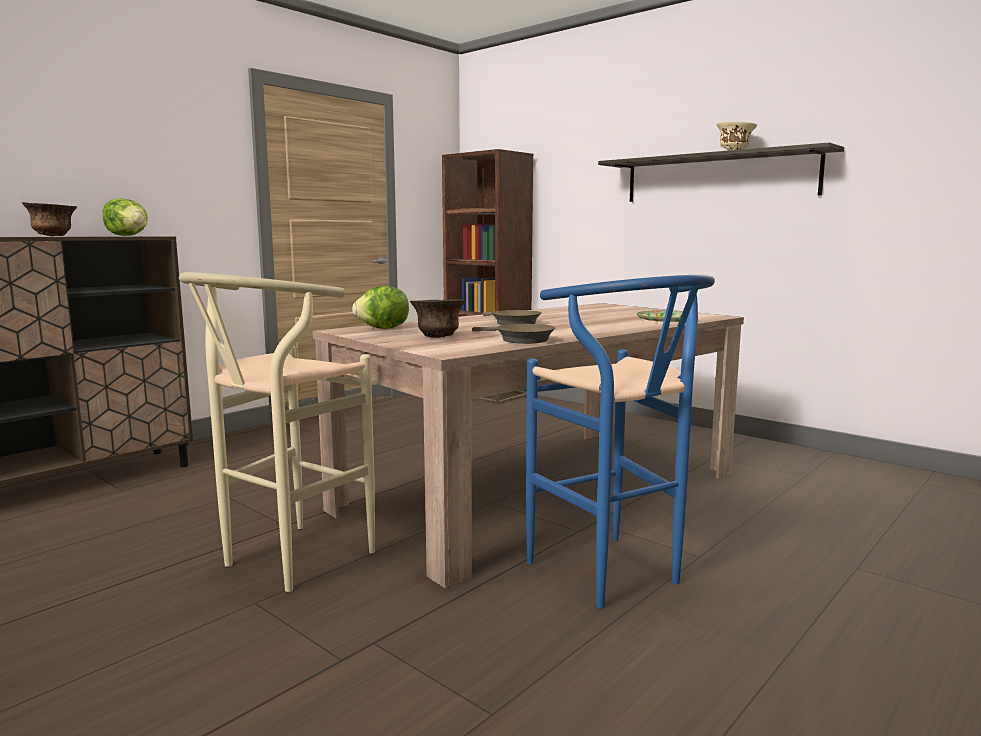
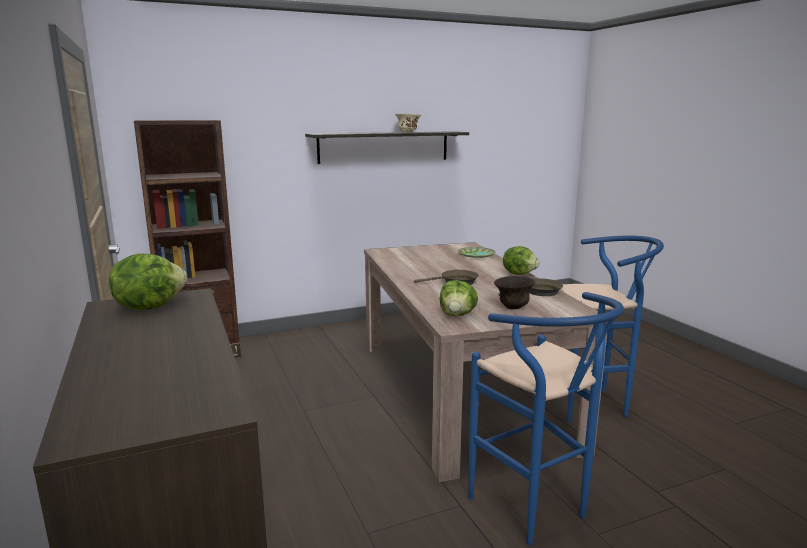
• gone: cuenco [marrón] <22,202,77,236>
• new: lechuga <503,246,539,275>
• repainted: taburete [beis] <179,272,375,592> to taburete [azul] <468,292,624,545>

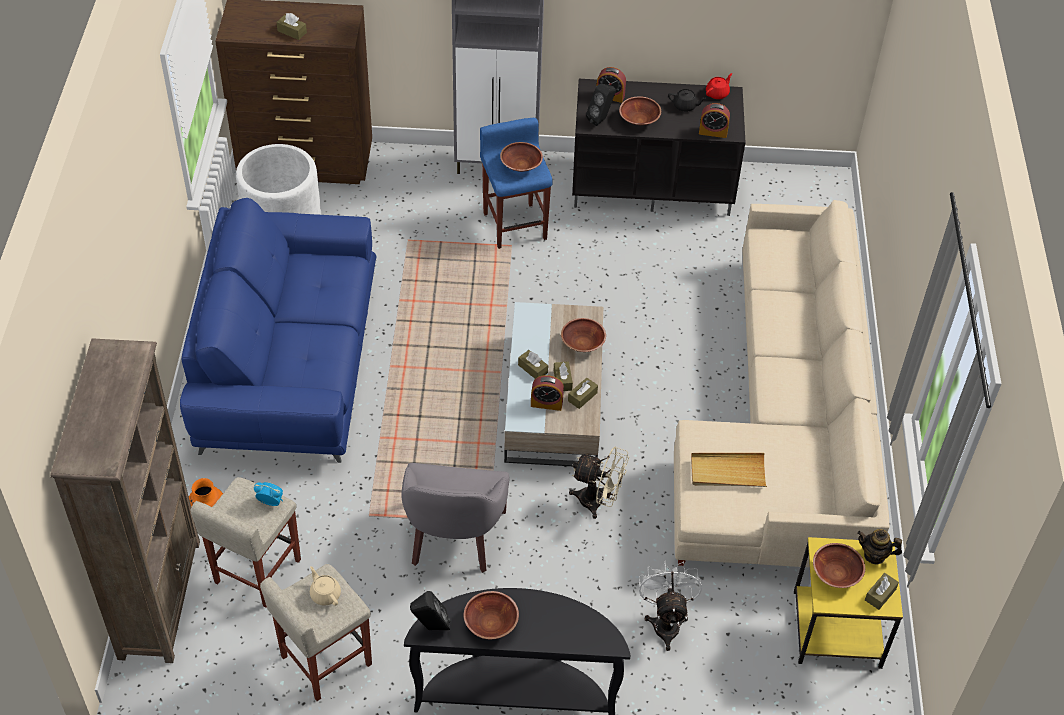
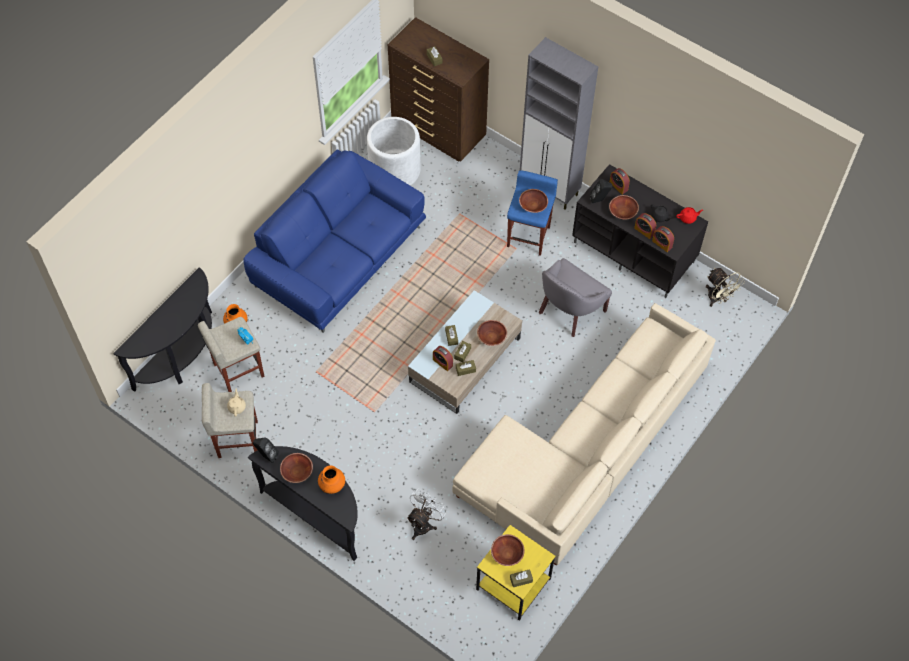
• gone: bandeja [beis] <691,453,767,487>
• gone: tetera <857,529,902,565>
• new: florero [naranja] <318,465,345,494>
• new: despertador <634,213,656,239>
• shifted: sillón [gris] <401,463,510,573> to <539,258,612,337>
• shifted: ventilador [beis] <569,447,629,519> to <706,268,745,307>
• swapped: estantería [marrón] <50,338,200,663> to mesa consola [negro] <113,267,212,392>

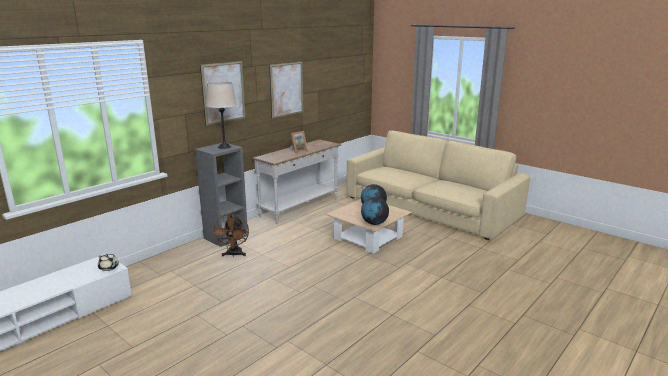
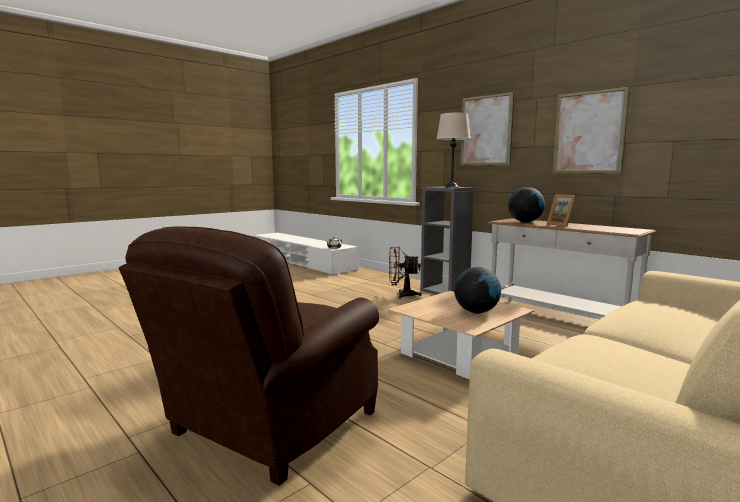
• new: sillón [marrón] <119,226,379,486>
• shifted: globo terráqueo <361,197,389,225> to <508,187,545,223>

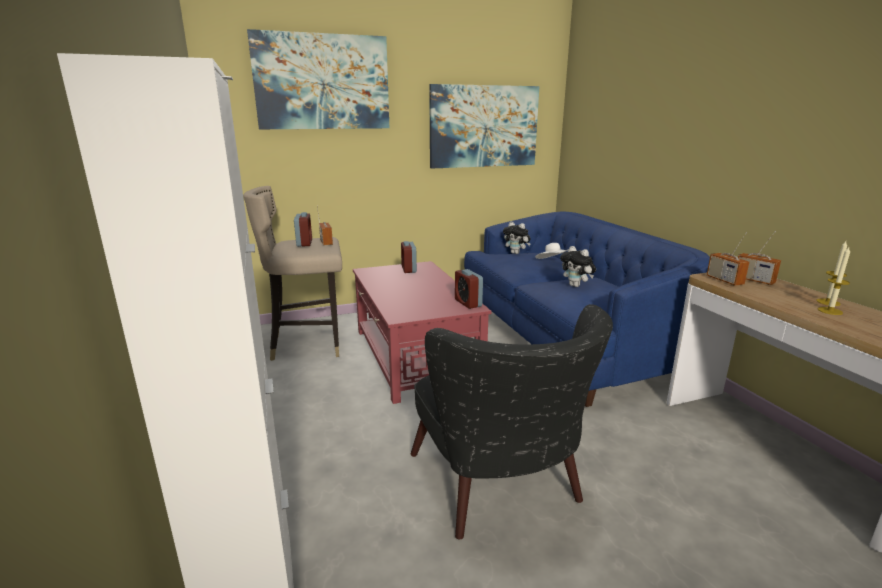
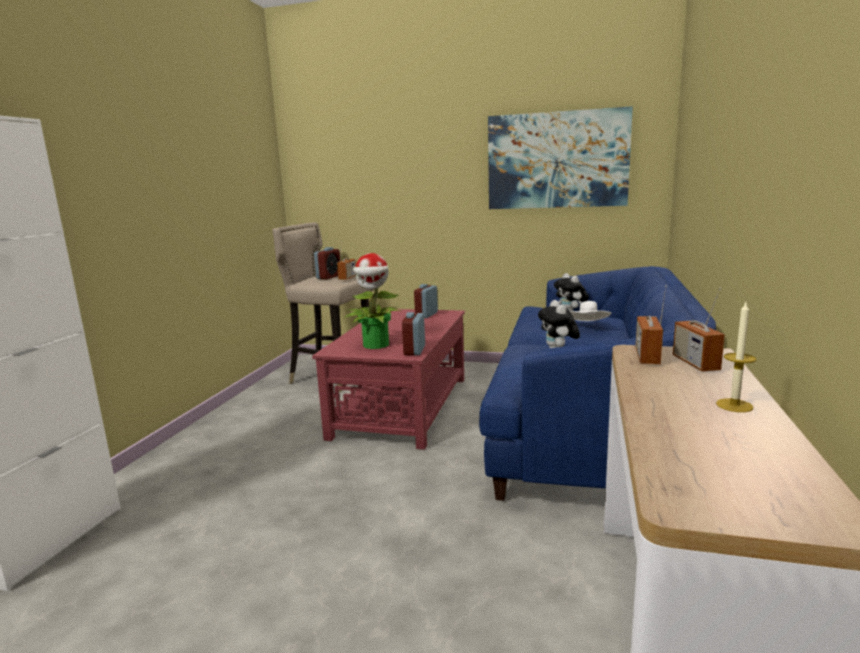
• gone: cuadro <247,29,389,129>
• gone: sillón [negro] <411,304,613,539>
• gone: vela <818,247,850,315>
• new: planta en maceta <345,253,401,349>

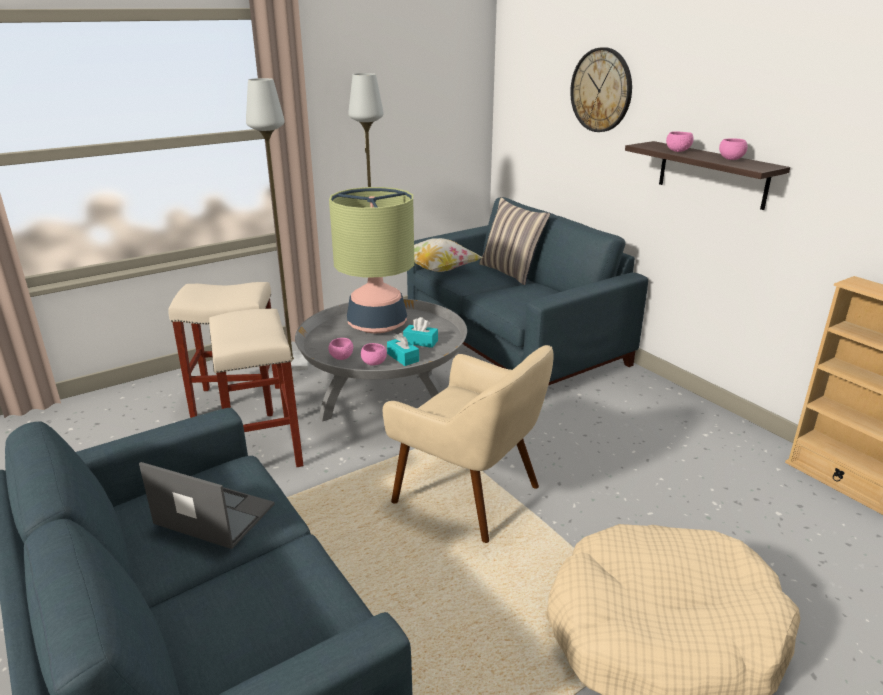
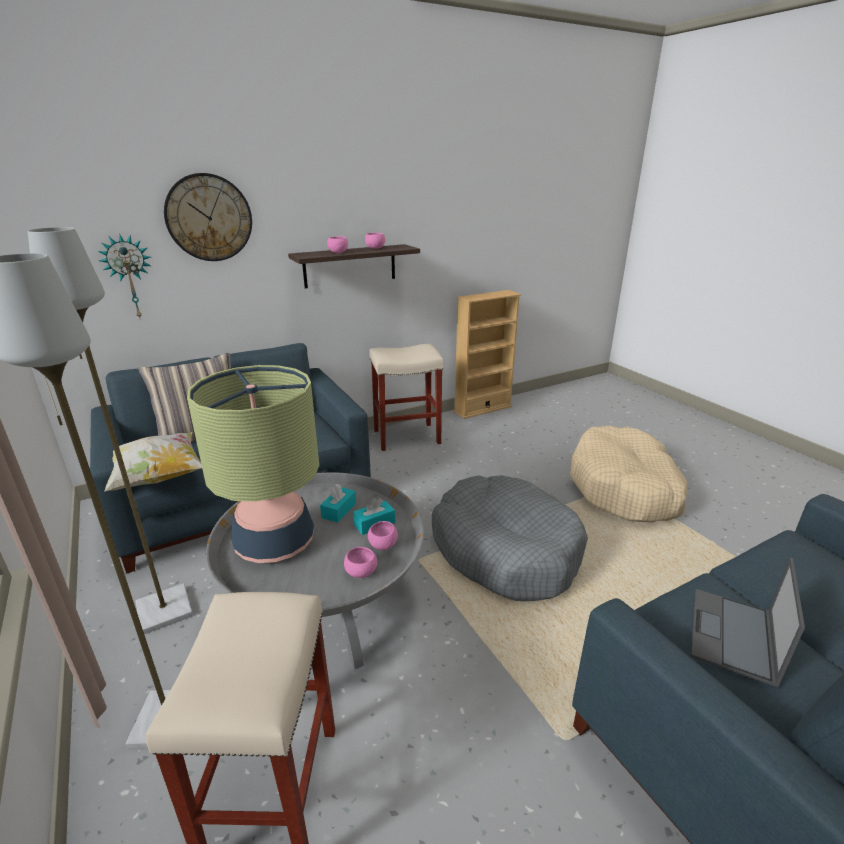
• new: reloj de pared <98,234,151,320>
• shifted: taburete [beis] <209,309,304,467> to <369,344,444,451>
• swapped: sillón [beis] <383,345,553,543> to cama para perro [gris] <432,475,588,601>

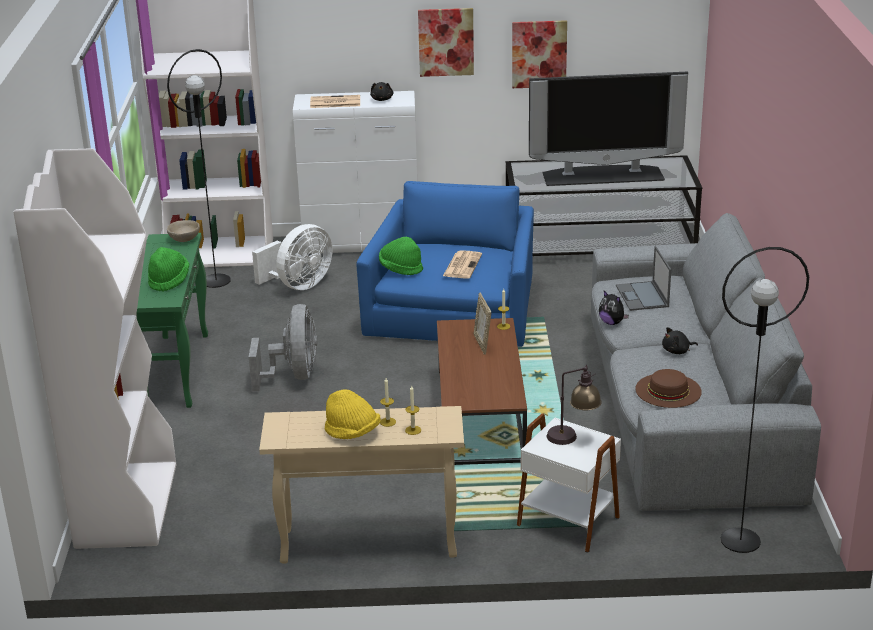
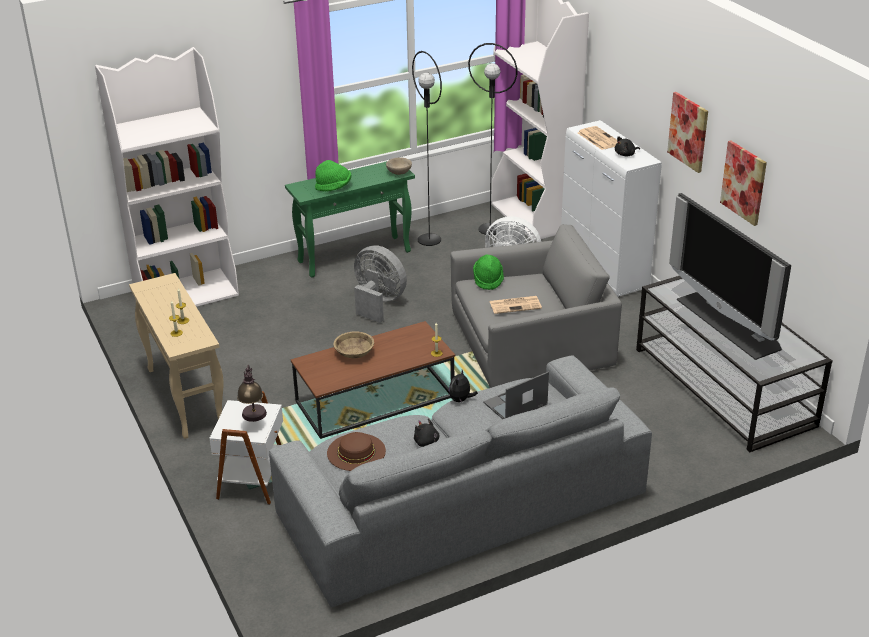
• gone: sombrero [amarillo] <325,389,381,439>
• gone: portarretratos <474,293,491,355>
• new: cuenco [beis] <334,332,374,358>
• shifted: lámpara de pie [negro] <721,247,809,553> to <412,51,442,246>
• repainted: sillón [azul] <356,181,534,347> to sillón [gris] <450,224,622,388>
• rotated: ventilador [gris] <249,304,317,391> = <354,245,407,323> 120 degrees counterclockwise

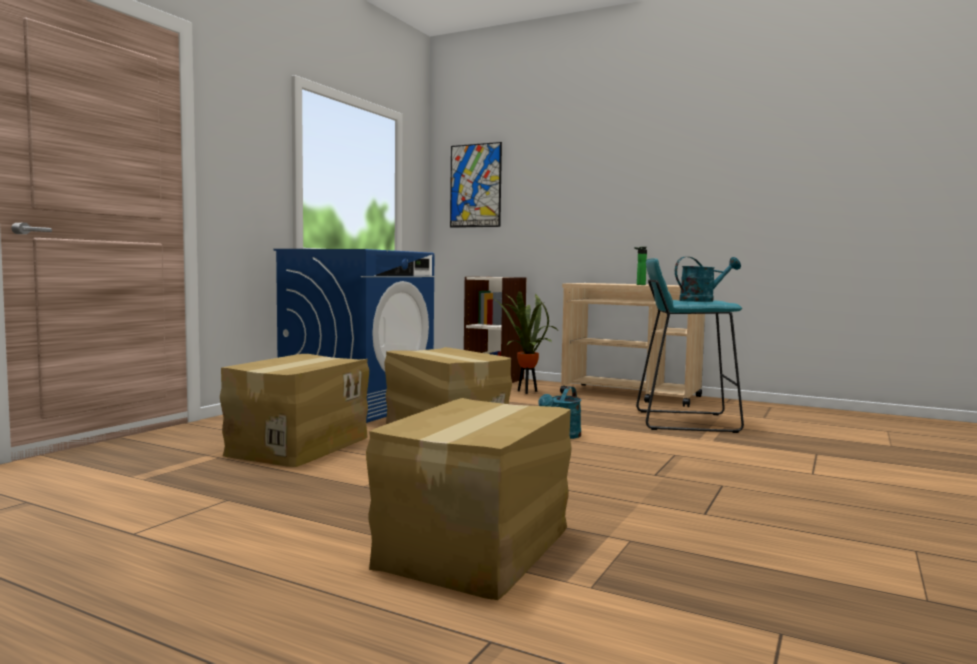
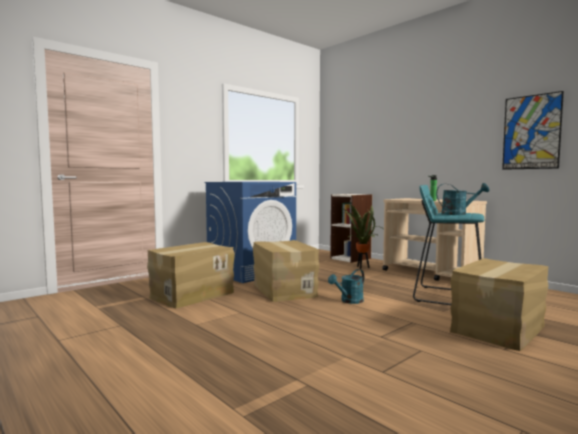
• shifted: caja de cartón <366,398,572,600> to <450,258,548,351>
• shifted: cuadro <450,142,502,228> to <502,91,564,170>

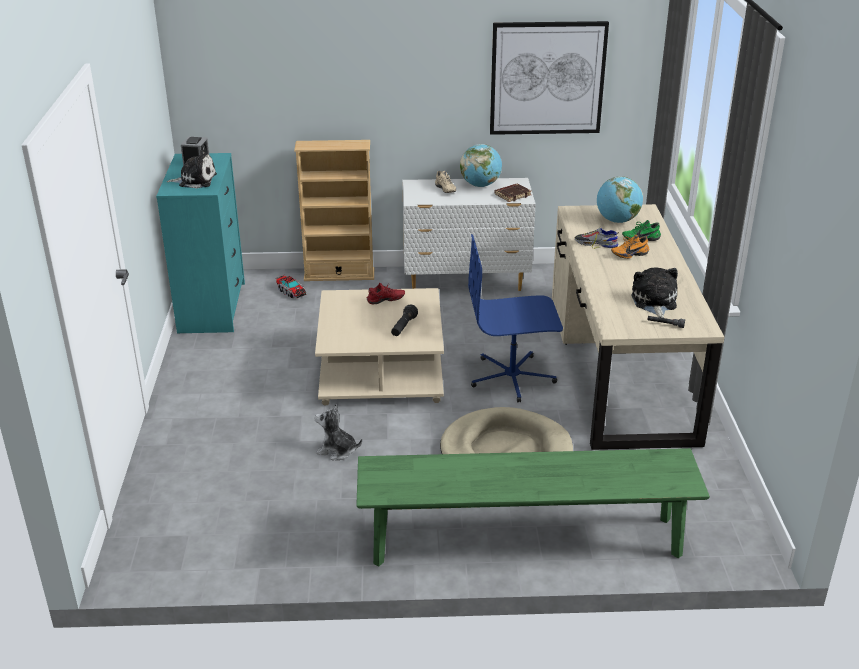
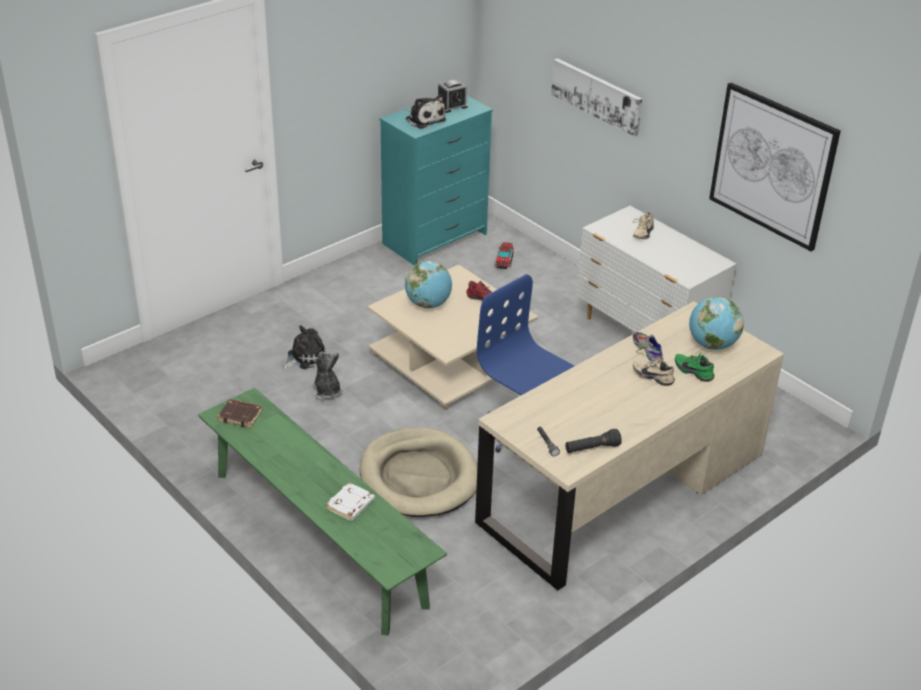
• gone: estantería [beis] <294,140,374,281>
• new: libro [blanco] <326,482,375,521>
• new: cuadro <551,58,642,137>
• shifted: linterna [negro] <391,304,418,336> to <565,429,622,453>
• shifted: globo terráqueo <460,144,502,187> to <405,261,452,308>
• shifted: libro [marrón] <494,184,531,202> to <217,399,262,428>
• shifted: peluche <632,267,678,318> to <282,325,326,369>
• repainted: zapato [naranja] <611,235,649,259> to zapato [beis] <633,357,675,386>

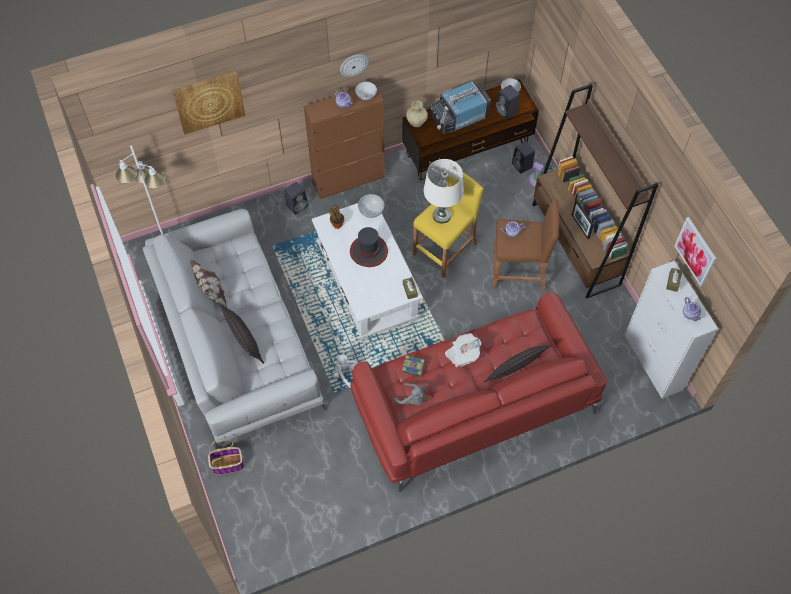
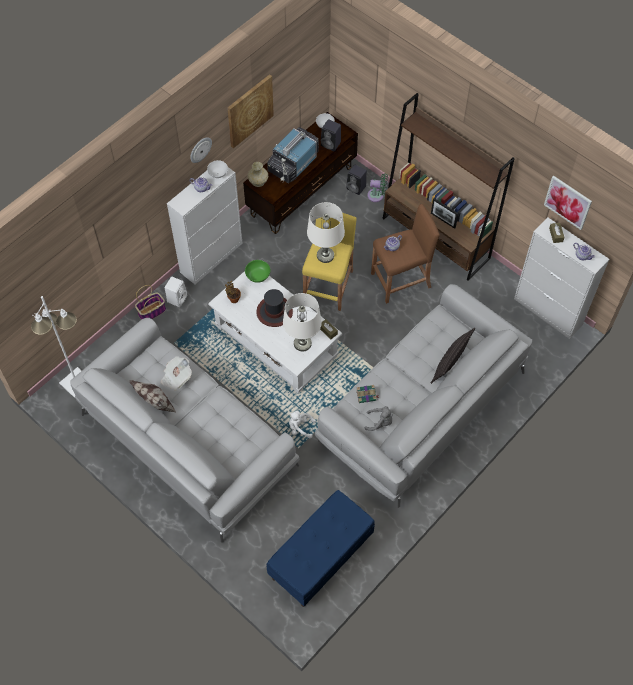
• gone: cojín <218,302,264,364>
• new: banco [azul] <266,490,375,607>
• new: lámpara de mesa [blanco] <283,293,322,351>
• shifted: cuadro <172,71,245,135> to <228,74,274,148>
• shifted: cesta <208,439,244,475> to <135,285,166,320>
• shifted: periódico <445,333,482,367> to <161,356,192,391>
• repainted: altavoz [negro] <284,182,308,215> to altavoz [blanco] <165,277,187,307>
• repainted: armario [marrón] <304,84,385,199> to armario [blanco] <167,167,242,284>
• repainted: sofá [rojo] <350,292,607,492> to sofá [gris] <315,284,532,508>
• repainted: cuenco [blanco] <358,194,385,218> to cuenco [verde] <245,260,270,283>

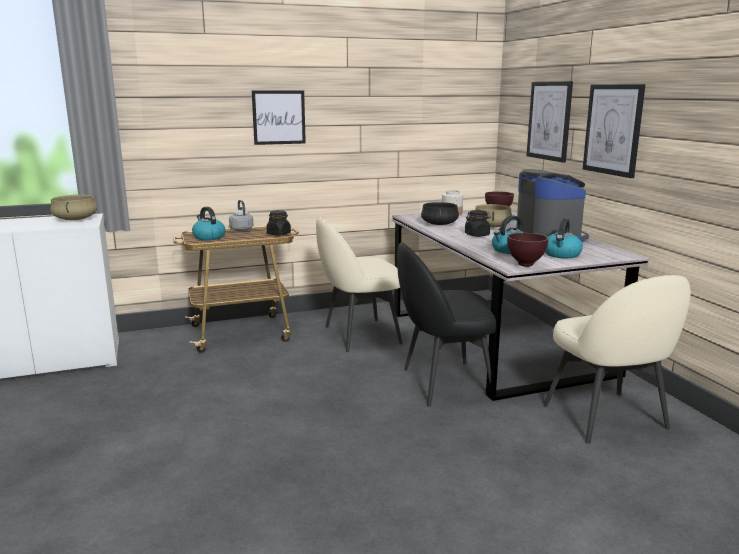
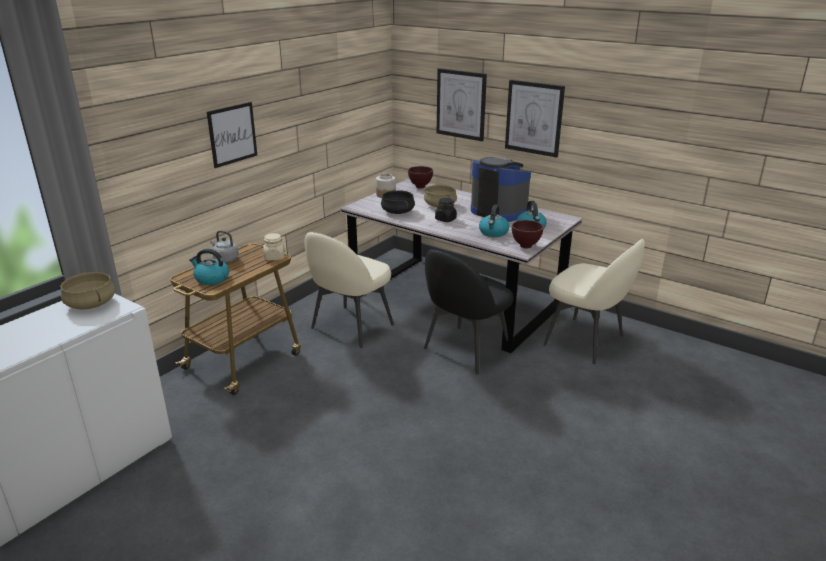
• repainted: tarro [negro] <267,210,291,236> to tarro [beis] <263,233,285,260>

